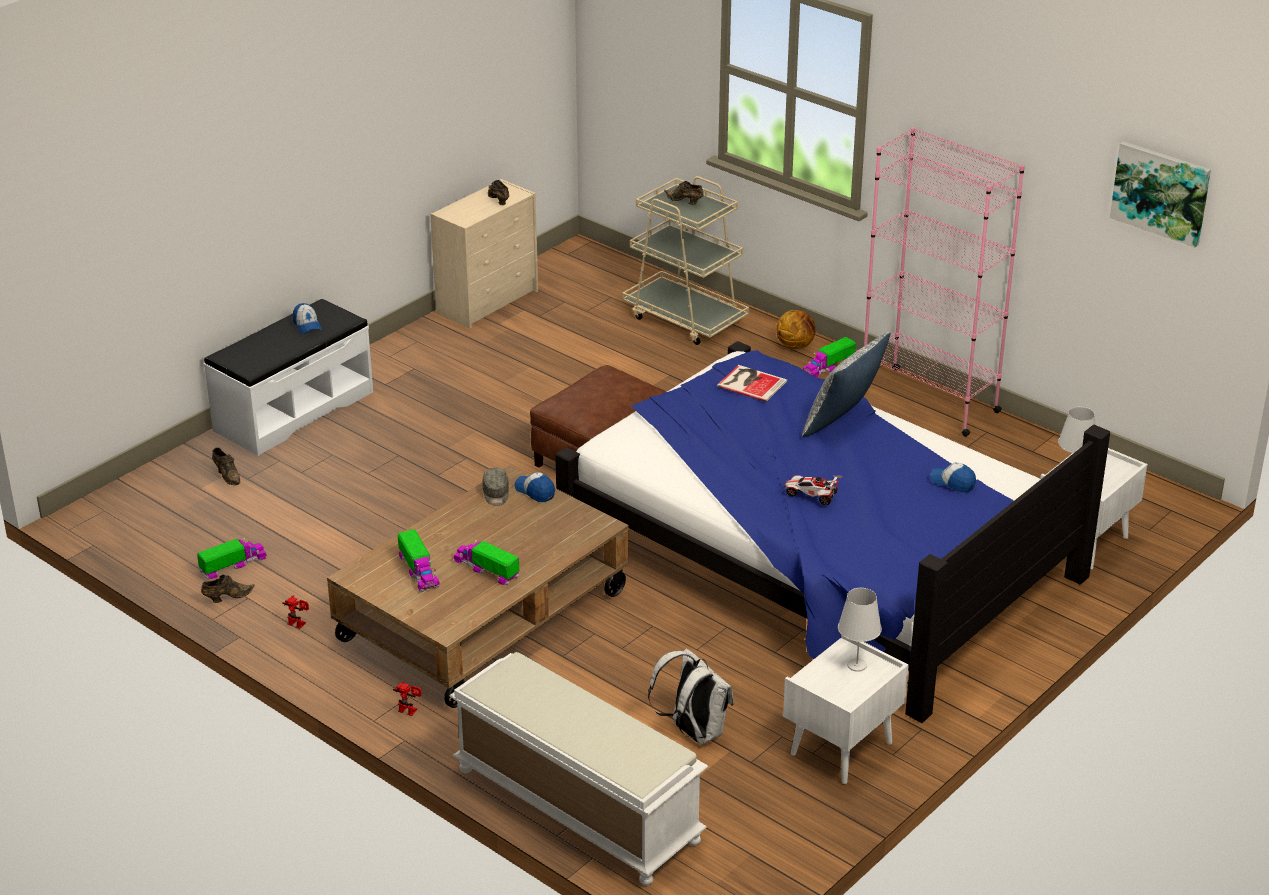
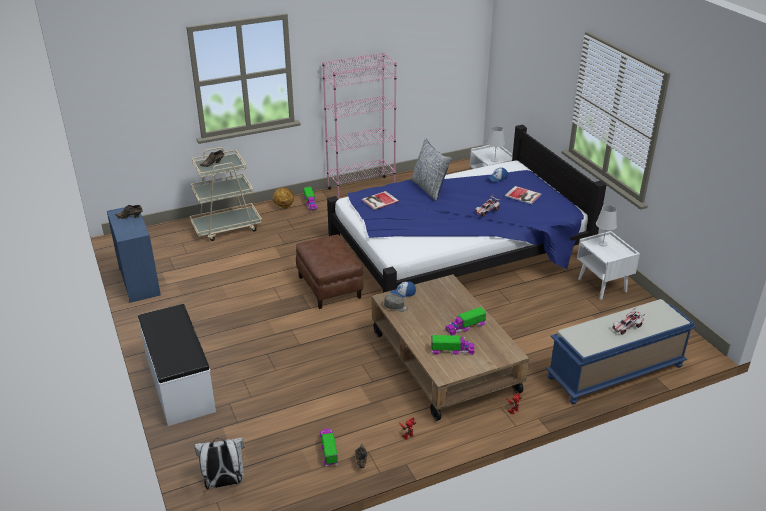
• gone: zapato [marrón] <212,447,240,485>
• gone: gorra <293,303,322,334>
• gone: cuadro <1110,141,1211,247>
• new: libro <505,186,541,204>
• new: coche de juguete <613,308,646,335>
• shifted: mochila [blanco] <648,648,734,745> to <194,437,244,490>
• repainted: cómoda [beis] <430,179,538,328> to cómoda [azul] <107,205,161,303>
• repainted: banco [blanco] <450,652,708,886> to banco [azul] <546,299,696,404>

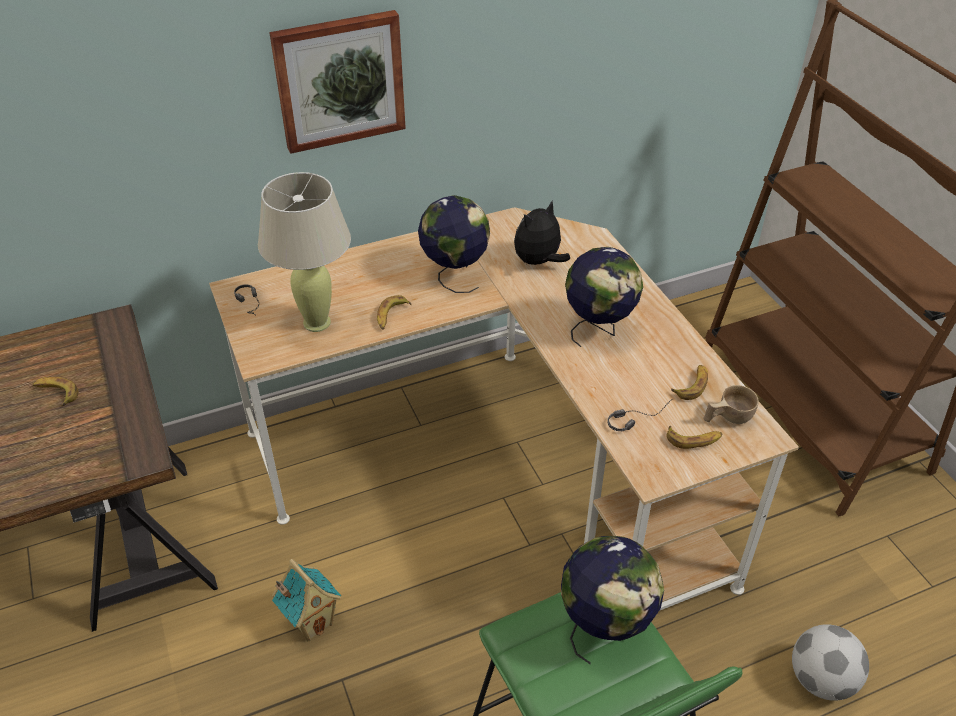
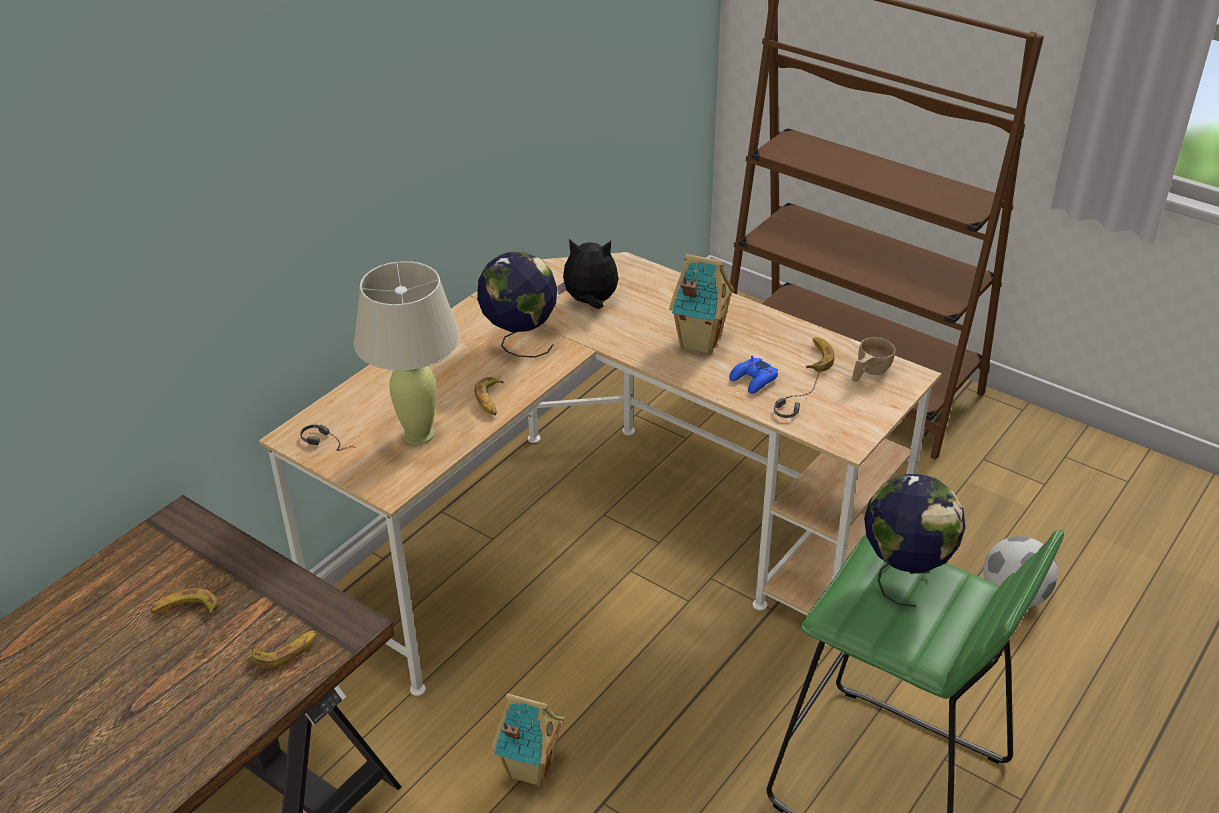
• gone: cuadro <269,10,406,154>
• new: mando de consola [azul] <729,356,778,394>
• shifted: plátano <666,426,723,449> to <251,630,317,669>
• swapped: globo terráqueo <565,247,643,347> to casita <669,254,735,355>
• rotated: peluche <514,201,570,265> = <557,239,619,309> 75 degrees clockwise

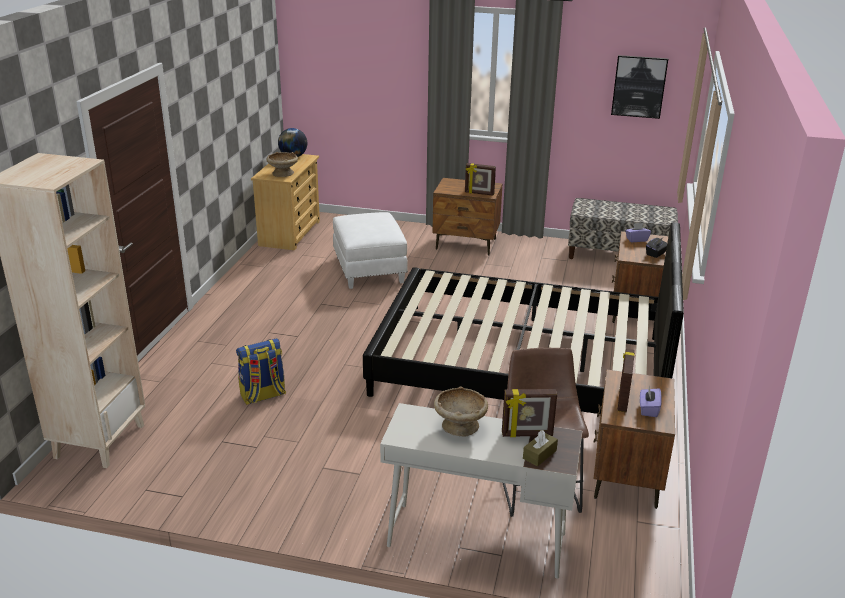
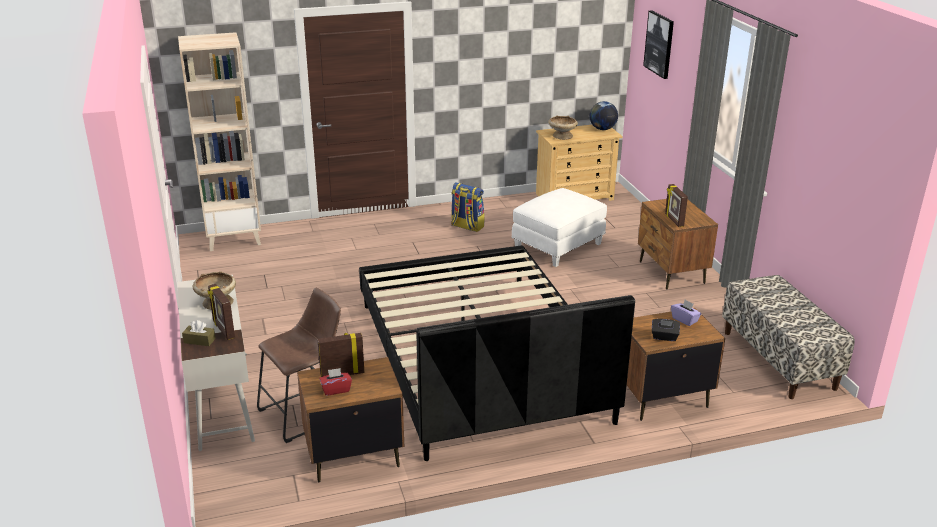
• shifted: mochila <236,338,286,405> to <451,182,485,232>
• shifted: cuadro <611,55,668,119> to <643,10,674,79>
• repainted: caja de pañuelos [morado] <640,387,662,417> to caja de pañuelos [rojo] <319,368,352,396>

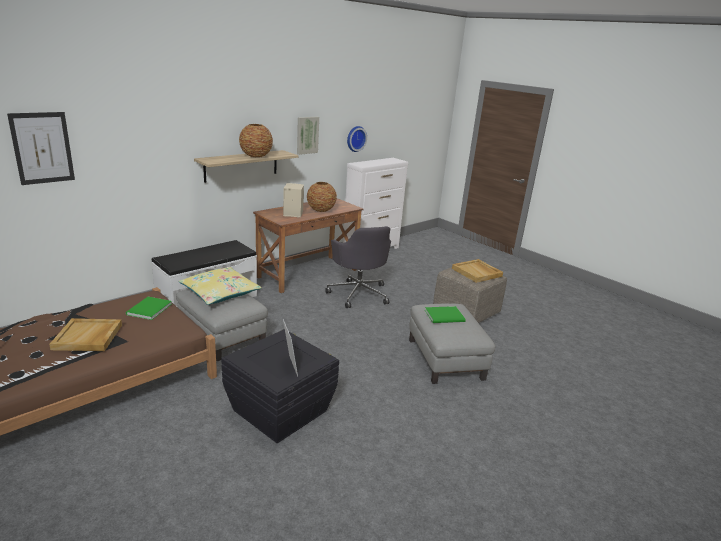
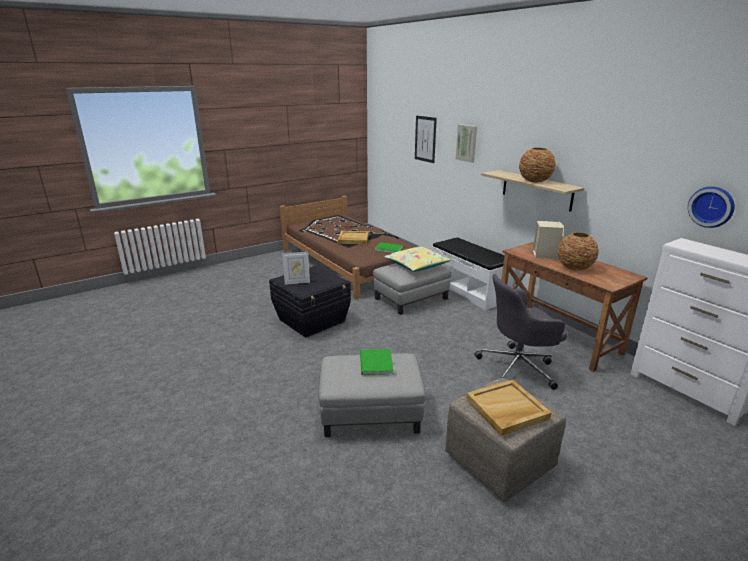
• shifted: cuadro <297,117,319,155> to <456,124,477,163>

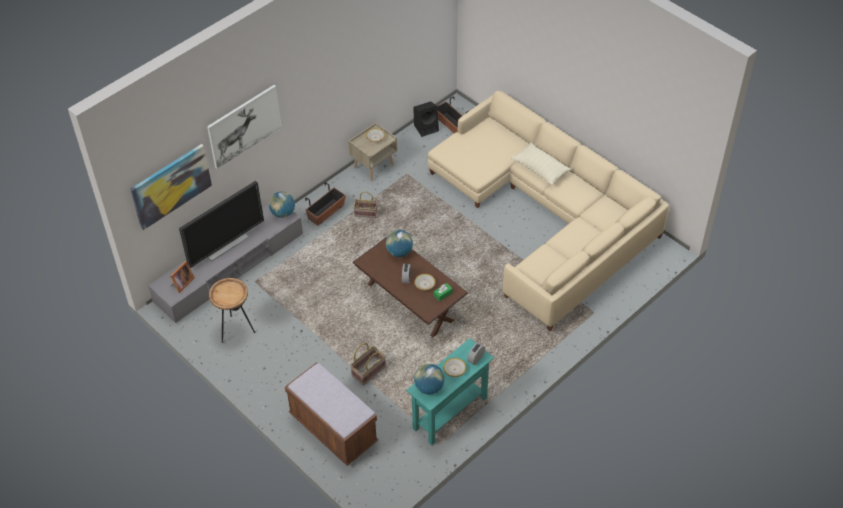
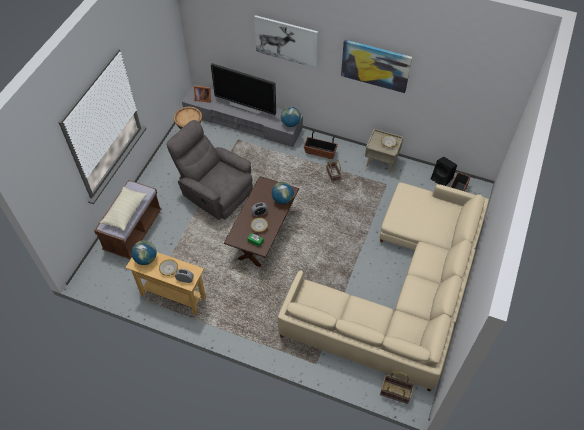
• new: sillón [gris] <166,120,253,220>
• shifted: cuadro <130,144,212,230> to <341,40,412,93>
• shifted: cesta <350,343,386,386> to <380,372,414,404>
• shifted: cojín [beis] <511,143,571,186> to <100,187,147,231>
• repainted: mesa consola [turquesa] <406,338,494,445> to mesa consola [beis] <125,252,206,315>

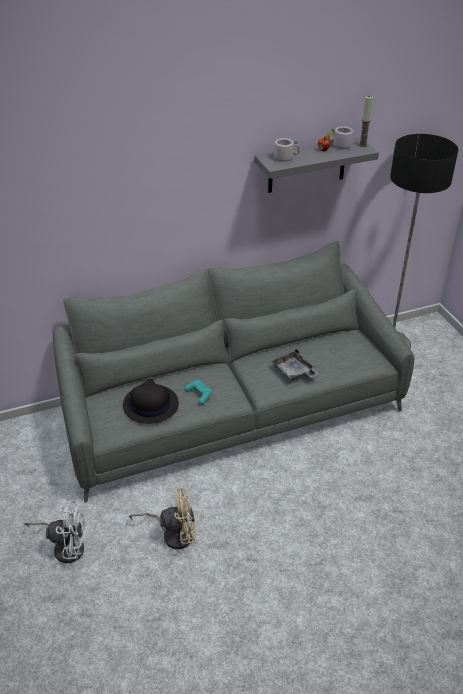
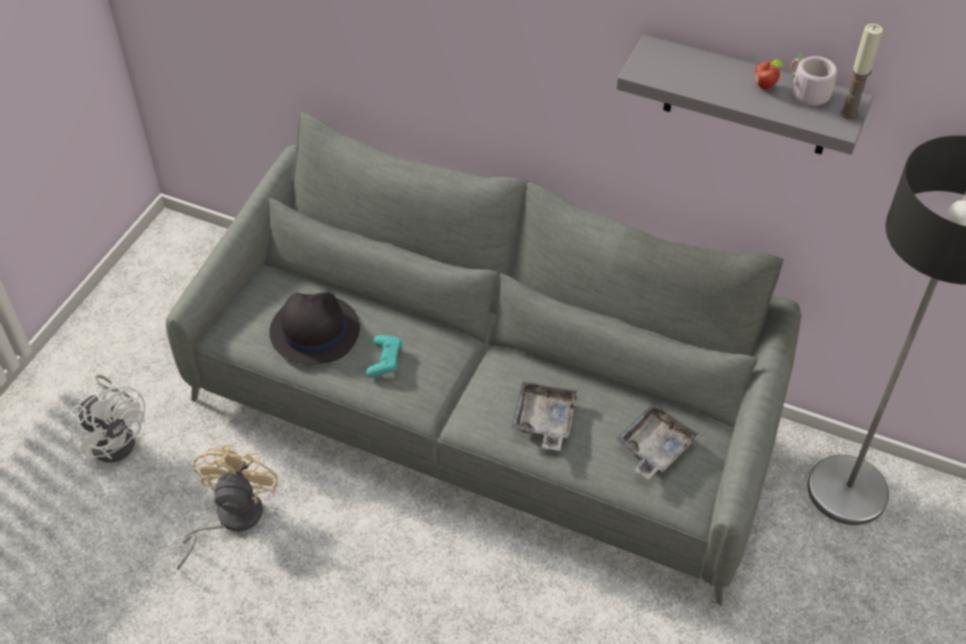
• gone: taza grande [gris] <274,138,300,162>
• new: bandeja [gris] <616,404,698,480>
• rotated: ventilador [beis] <129,488,195,549> = <177,444,279,570> 120 degrees counterclockwise

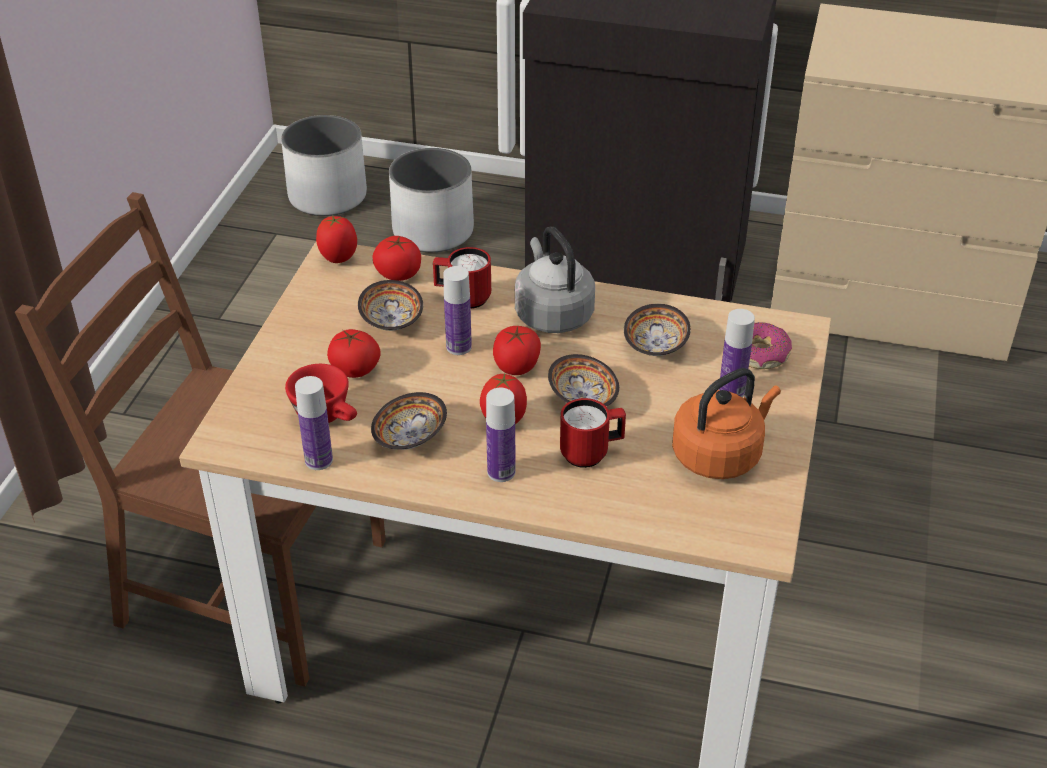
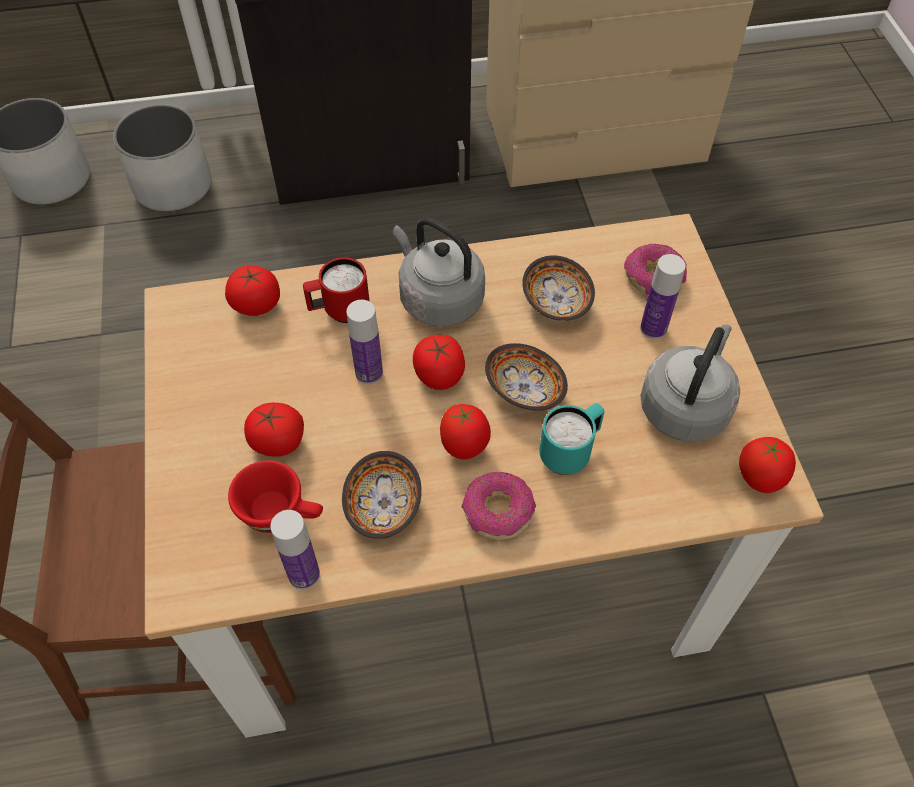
• gone: cuenco <358,280,423,331>
• shifted: tomate <316,215,357,263> to <739,437,796,493>
• swapped: botella <486,388,515,482> to rosquilla <461,472,536,540>
• repainted: taza grande [rojo] <560,398,626,468> to taza grande [turquesa] <539,403,605,475>
• repainted: hervidor [naranja] <672,368,781,479> to hervidor [gris] <640,324,740,442>

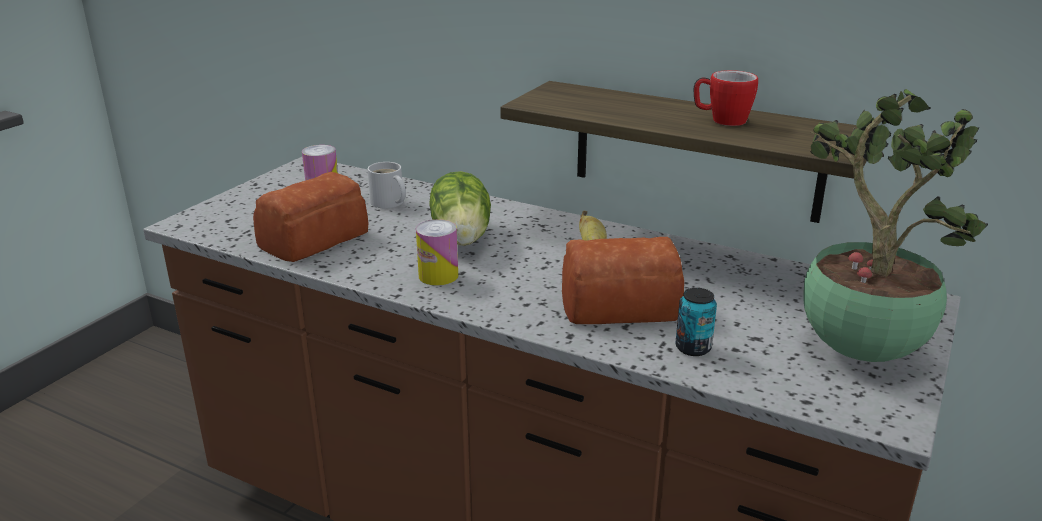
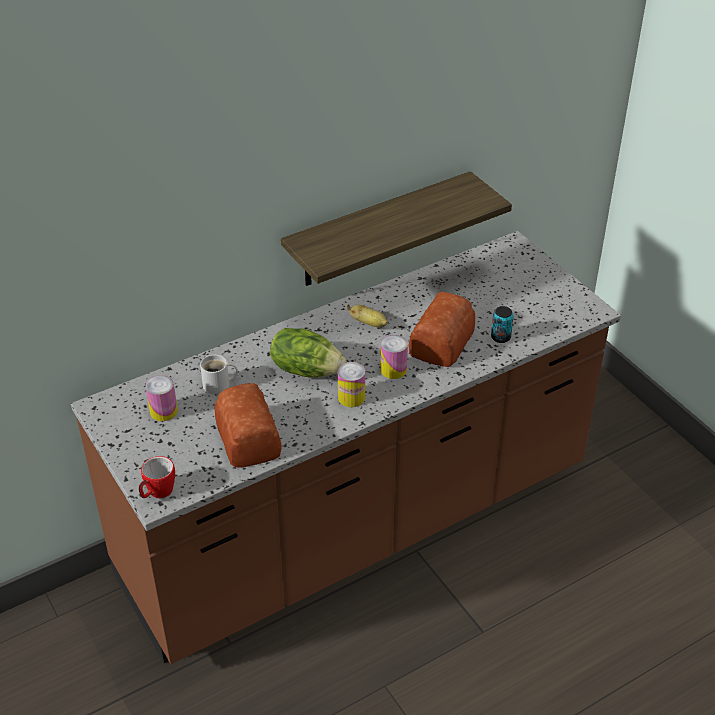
• gone: planta en maceta <803,89,988,362>
• new: lata <380,335,408,379>
• shifted: taza grande <694,70,758,126> to <138,456,175,498>

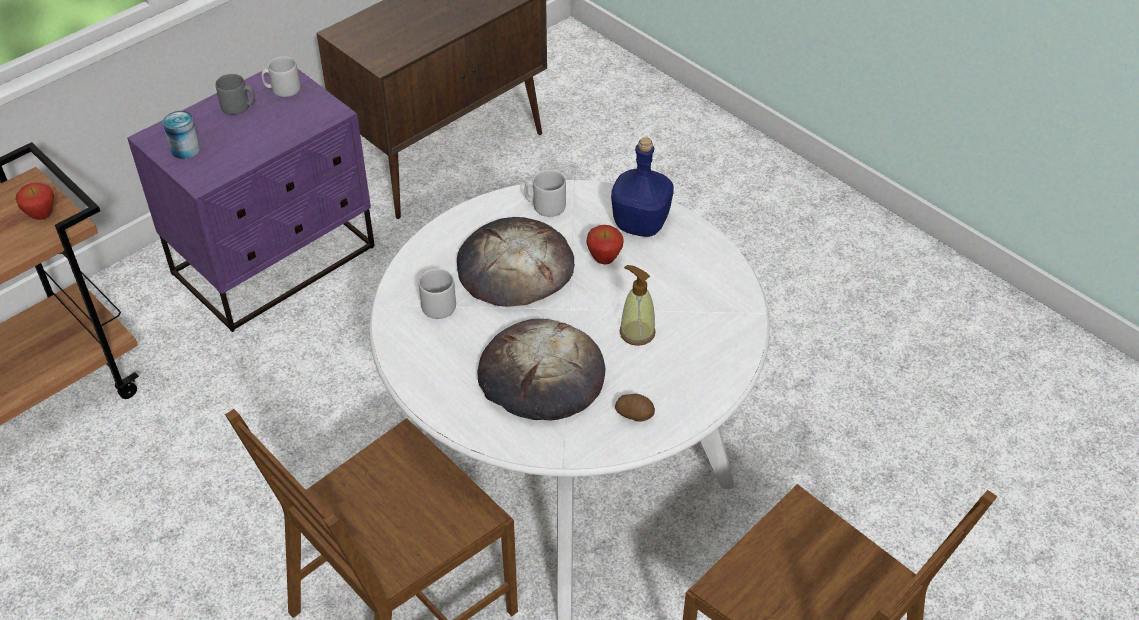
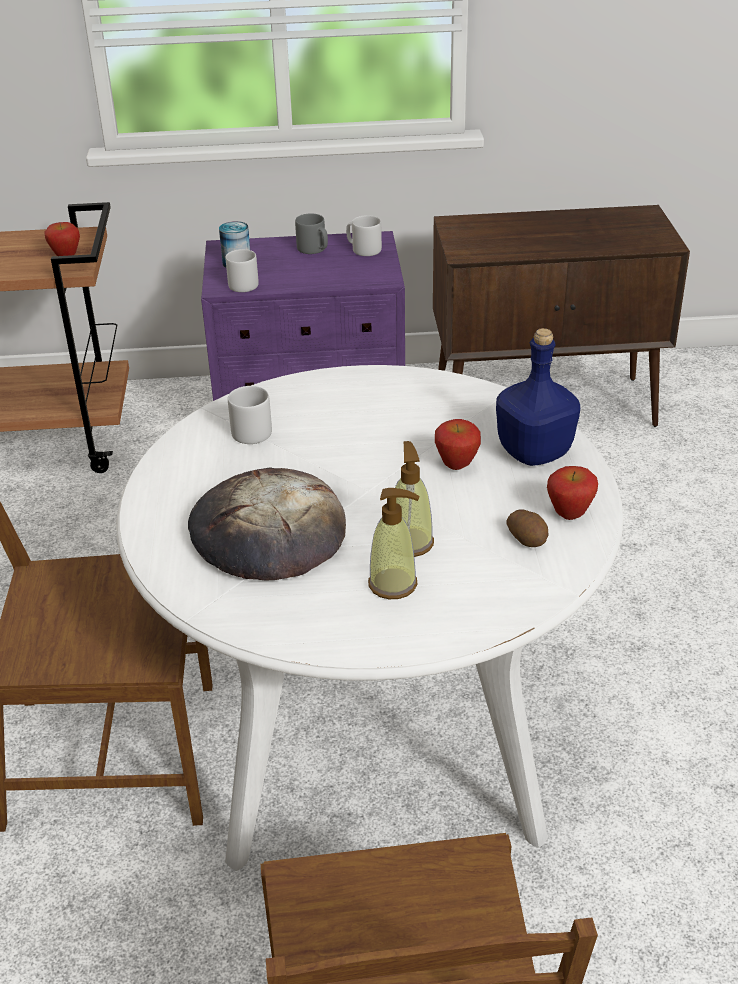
• gone: pan <457,217,575,307>
• new: dispensador de jabón <368,488,419,599>
• new: manzana <547,466,598,520>
• shifted: taza grande [gris] <524,170,566,217> to <225,249,259,292>
• shifted: patata <615,394,655,422> to <506,509,548,547>

